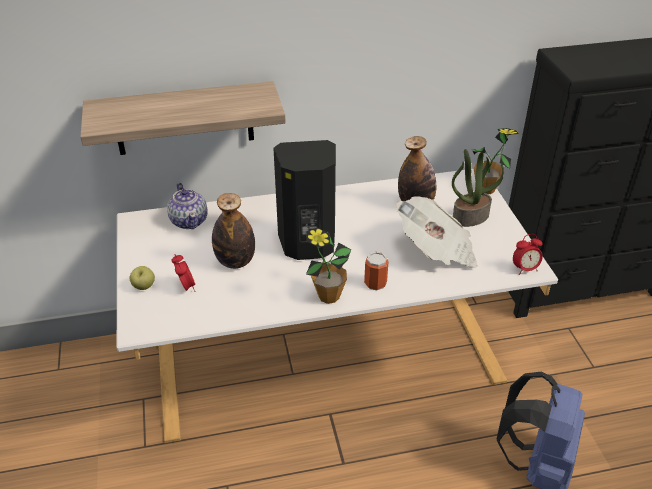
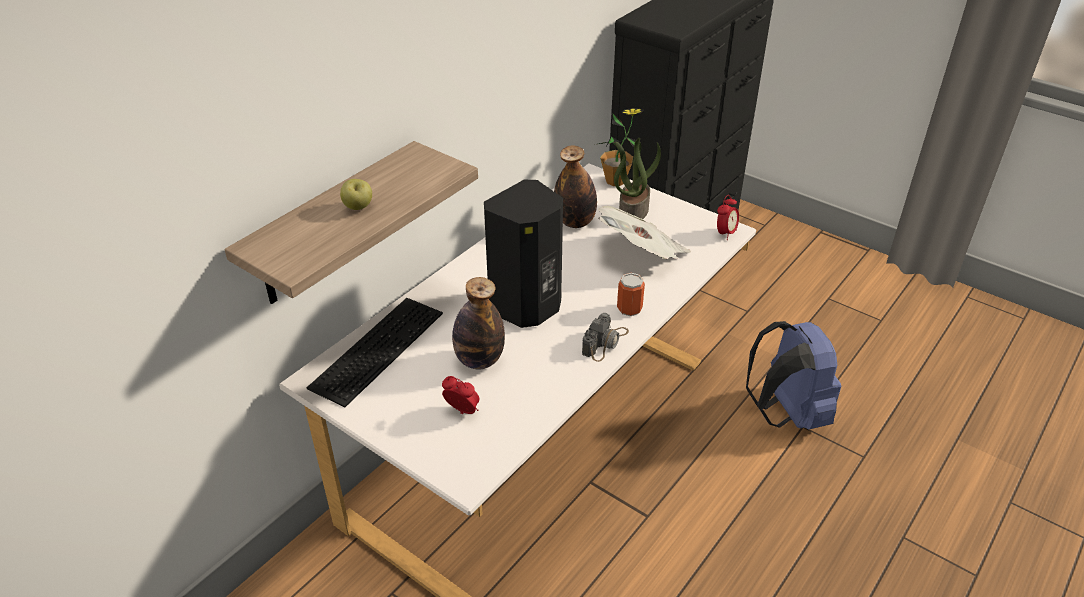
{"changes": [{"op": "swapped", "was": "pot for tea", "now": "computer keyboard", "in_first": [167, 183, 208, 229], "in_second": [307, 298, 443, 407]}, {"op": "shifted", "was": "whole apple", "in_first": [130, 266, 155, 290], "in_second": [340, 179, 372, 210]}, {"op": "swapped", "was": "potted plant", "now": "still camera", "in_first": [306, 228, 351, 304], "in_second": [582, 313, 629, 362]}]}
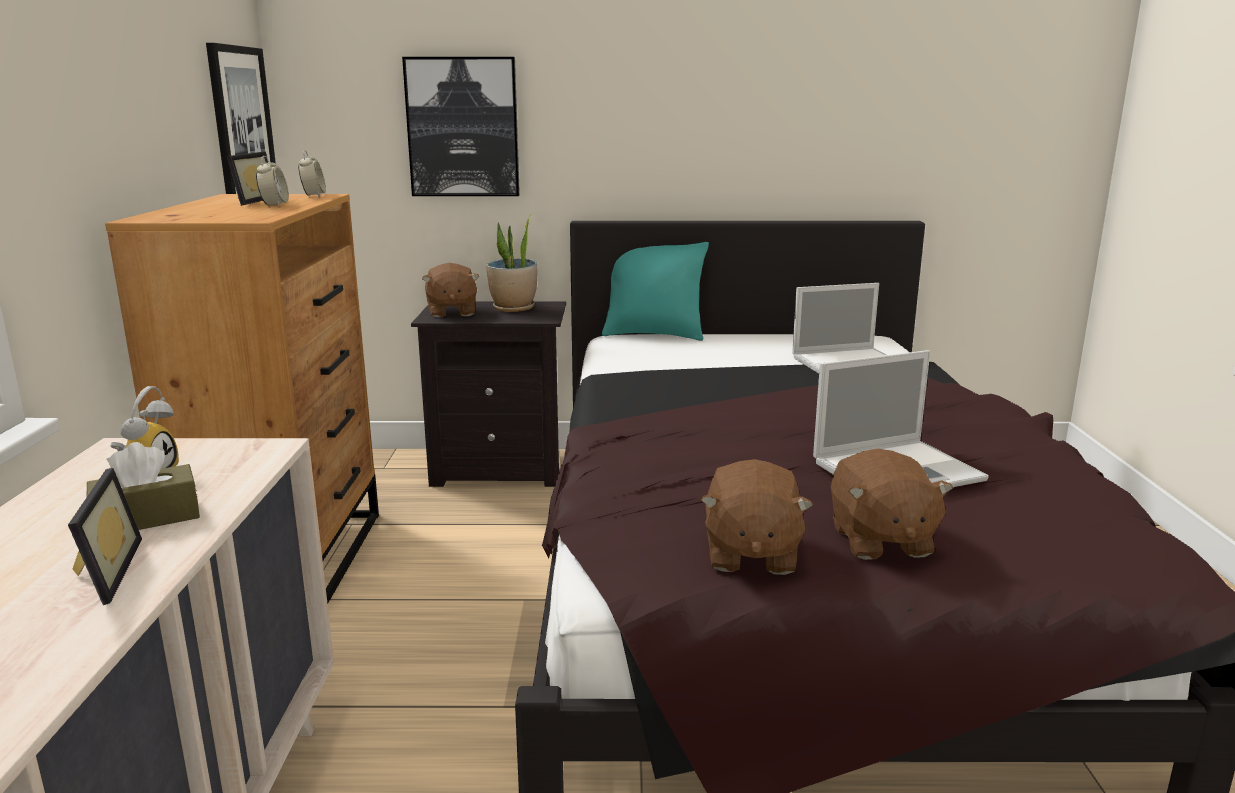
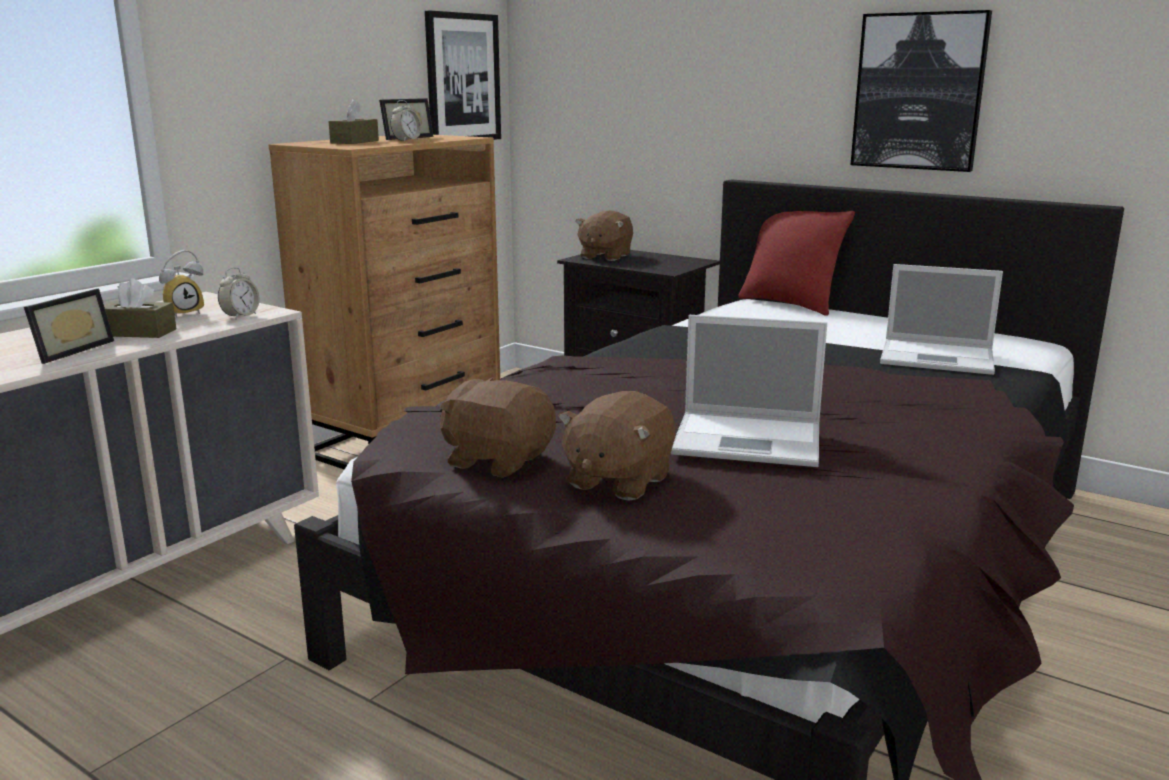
{"changes": [{"op": "shifted", "was": "bedside clock", "in_first": [298, 150, 326, 196], "in_second": [218, 267, 259, 320]}, {"op": "new", "now": "brownish tissue holder", "in_second": [328, 98, 379, 144]}, {"op": "rotated", "was": "brownish soft toy", "in_first": [701, 459, 813, 575], "in_second": [440, 377, 556, 478], "clockwise": 75}, {"op": "repainted", "was": "blue-green pillow", "now": "reddish pillow", "in_first": [602, 242, 709, 341], "in_second": [738, 211, 855, 316]}, {"op": "shifted", "was": "wall picture", "in_first": [402, 57, 520, 196], "in_second": [851, 10, 992, 172]}, {"op": "gone", "was": "potted plant", "in_first": [486, 214, 537, 312]}]}
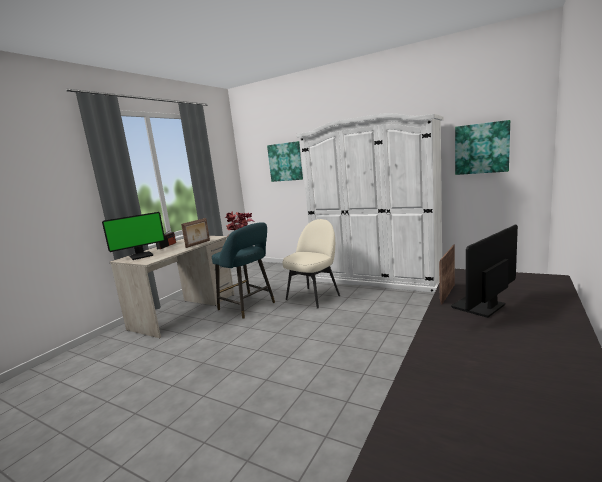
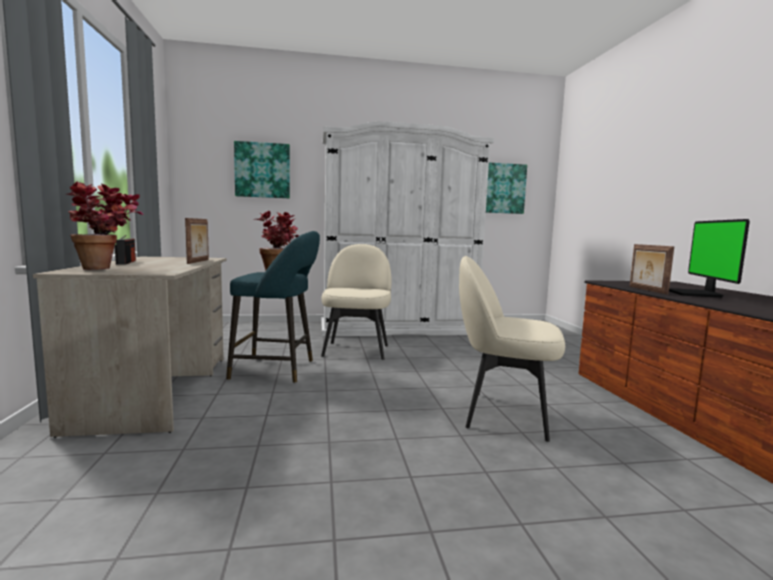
{"changes": [{"op": "swapped", "was": "computer display", "now": "potted plant", "in_first": [102, 212, 165, 260], "in_second": [67, 182, 144, 270]}, {"op": "new", "now": "beige plain chair", "in_second": [459, 256, 565, 442]}]}
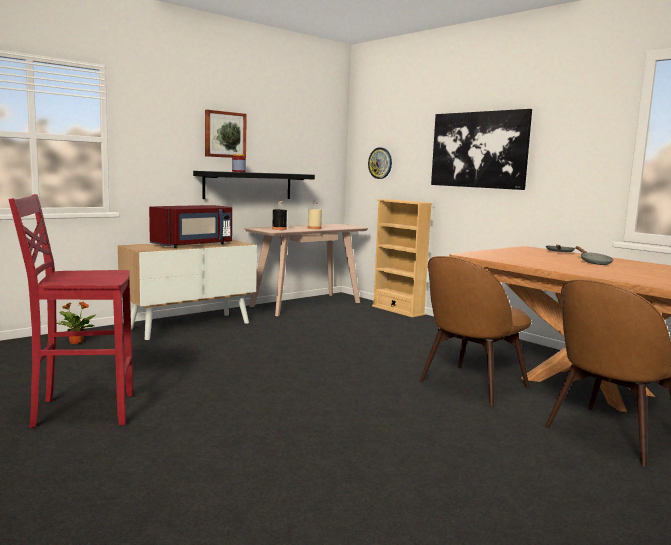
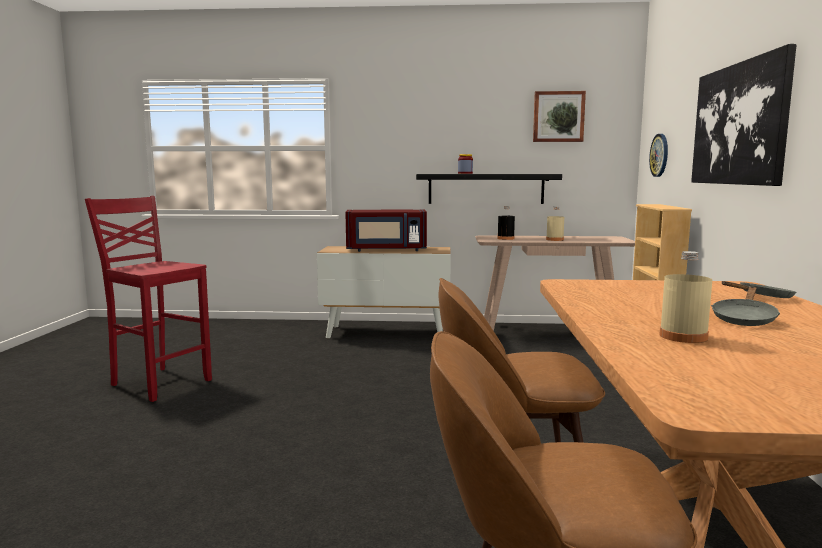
{"changes": [{"op": "shifted", "was": "wall picture", "in_first": [205, 110, 247, 158], "in_second": [533, 91, 586, 142]}, {"op": "new", "now": "beige beverage bottle", "in_second": [659, 251, 712, 343]}, {"op": "gone", "was": "potted plant", "in_first": [56, 301, 95, 344]}]}
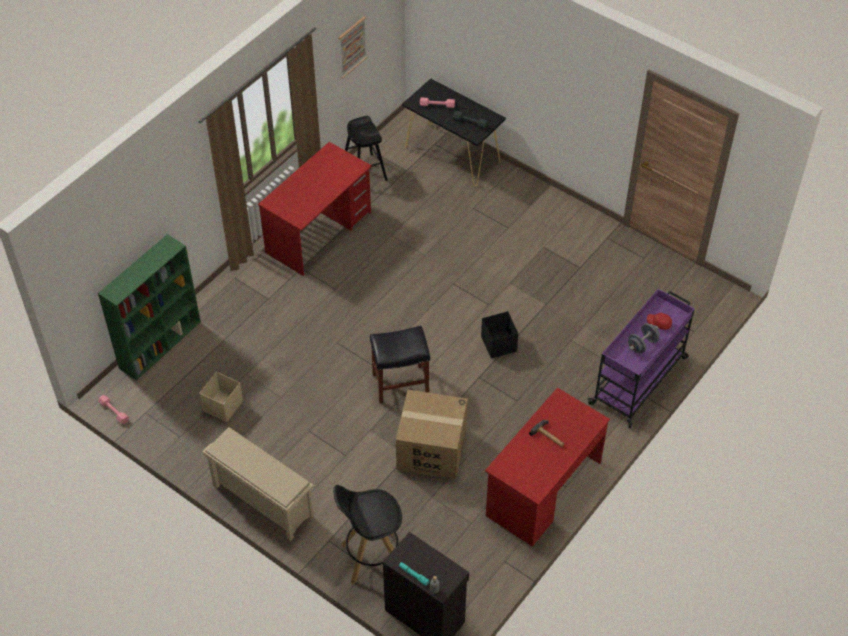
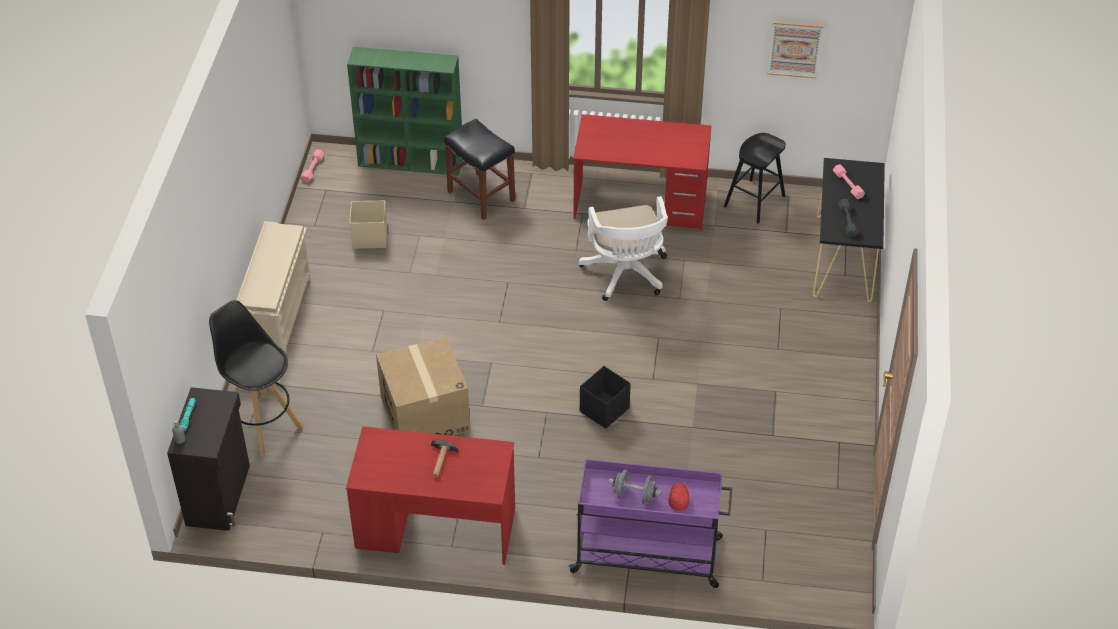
{"changes": [{"op": "shifted", "was": "black sitting stool", "in_first": [370, 326, 430, 404], "in_second": [444, 119, 515, 220]}, {"op": "new", "now": "whitish computer chair", "in_second": [579, 196, 668, 301]}]}
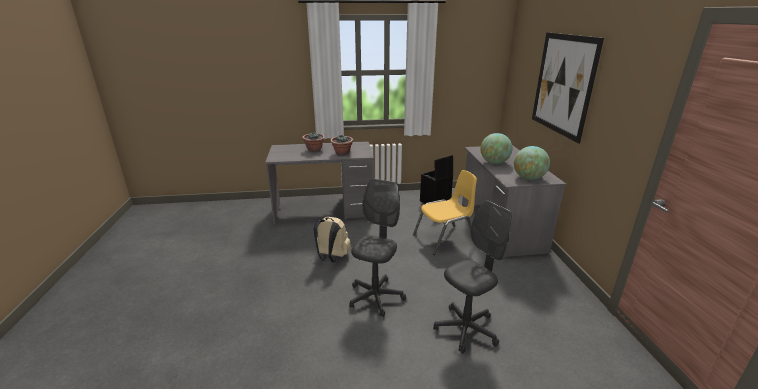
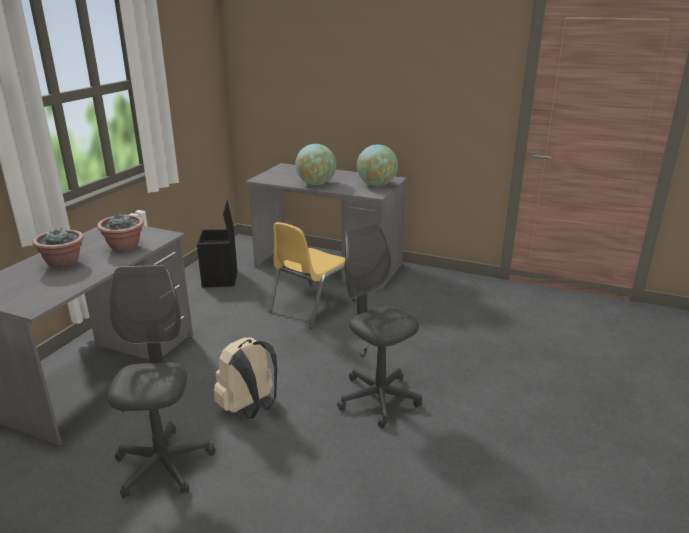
{"changes": [{"op": "shifted", "was": "gray computer chair", "in_first": [433, 200, 512, 354], "in_second": [107, 265, 215, 499]}, {"op": "rotated", "was": "yellow-coloured plain chair", "in_first": [413, 170, 477, 255], "in_second": [268, 222, 356, 329], "clockwise": -150}, {"op": "gone", "was": "wall picture", "in_first": [532, 32, 604, 143]}]}
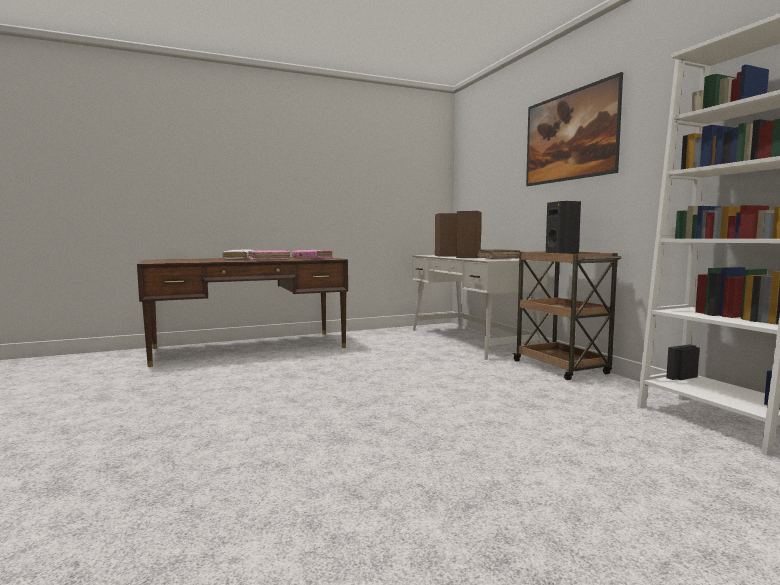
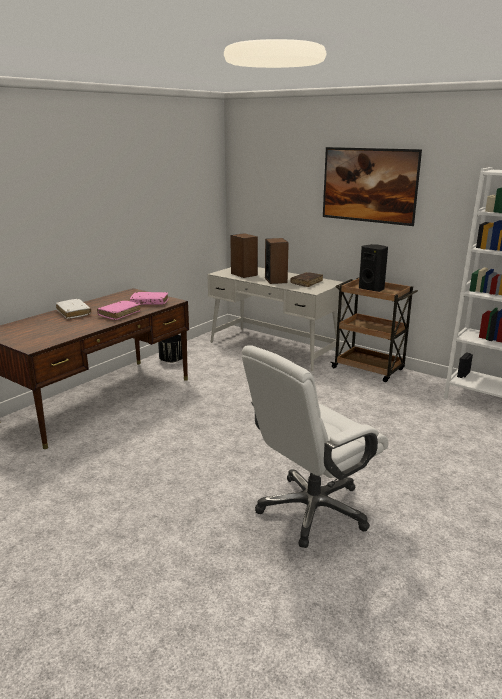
{"changes": [{"op": "new", "now": "black flower pot", "in_second": [158, 335, 183, 363]}, {"op": "new", "now": "whitish computer chair", "in_second": [242, 345, 389, 548]}]}
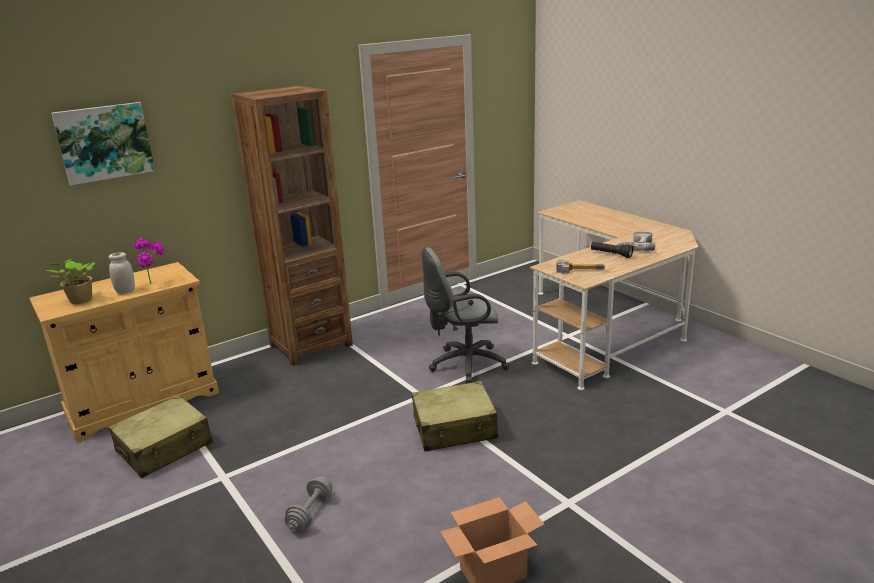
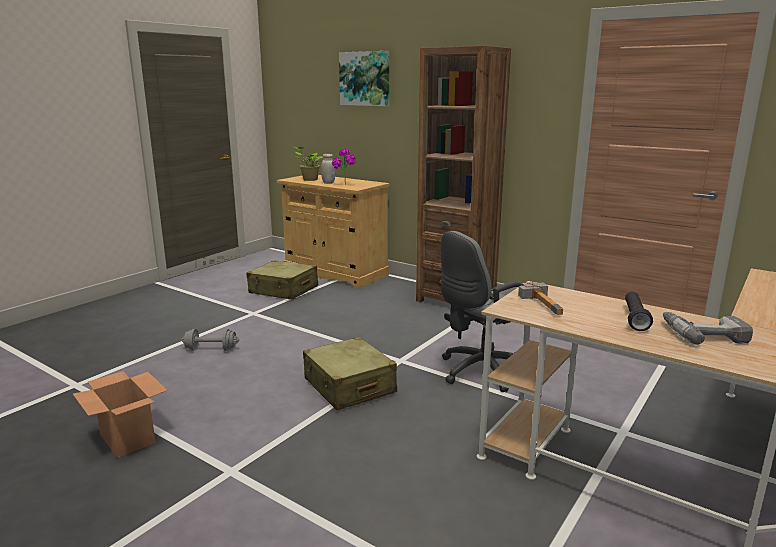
{"changes": [{"op": "rotated", "was": "gray computer chair", "in_first": [422, 247, 510, 383], "in_second": [441, 231, 522, 392], "clockwise": -90}]}
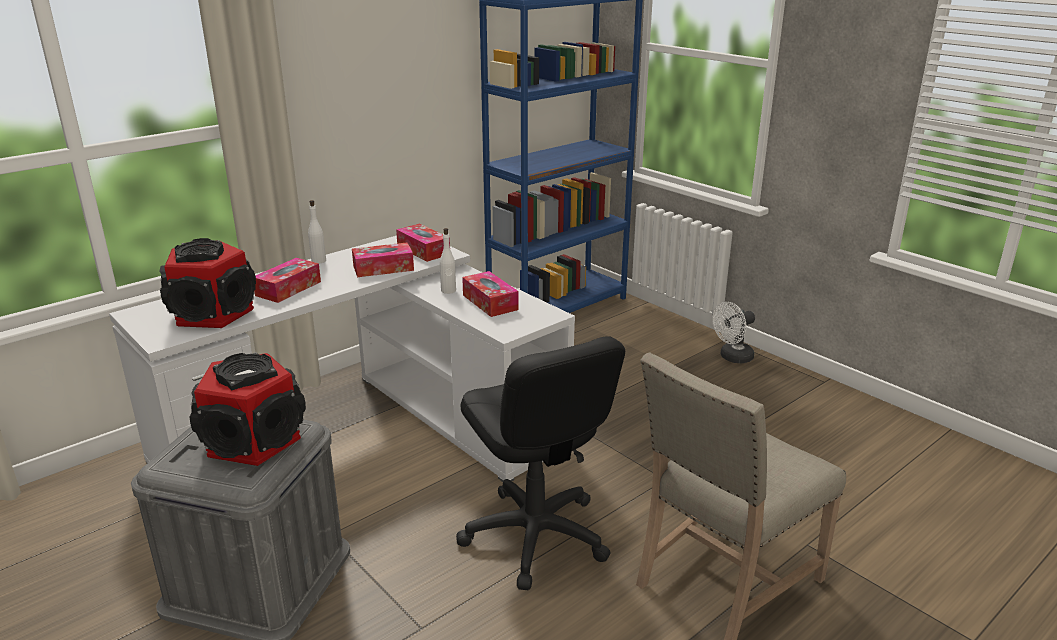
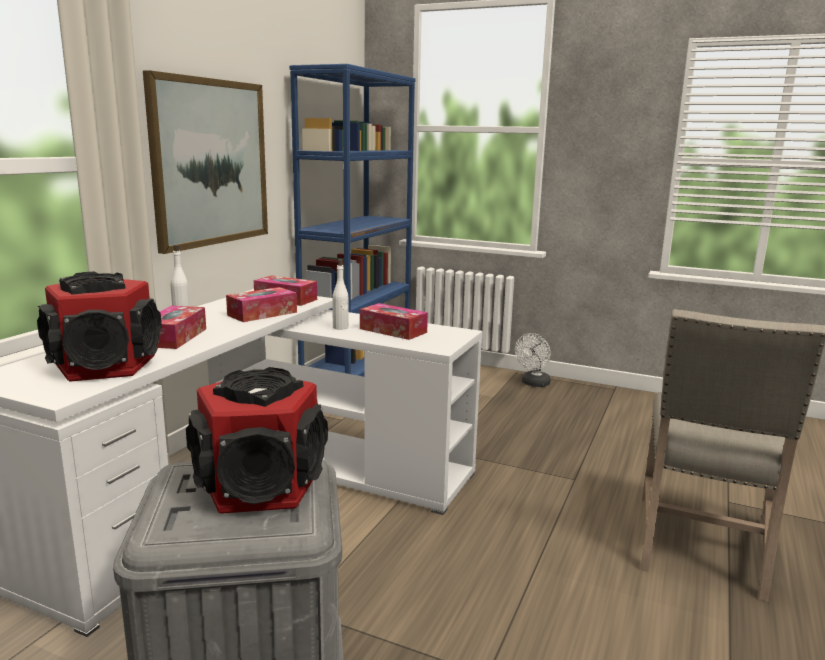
{"changes": [{"op": "new", "now": "wall picture", "in_second": [143, 70, 268, 254]}, {"op": "gone", "was": "black computer chair", "in_first": [456, 336, 625, 590]}]}
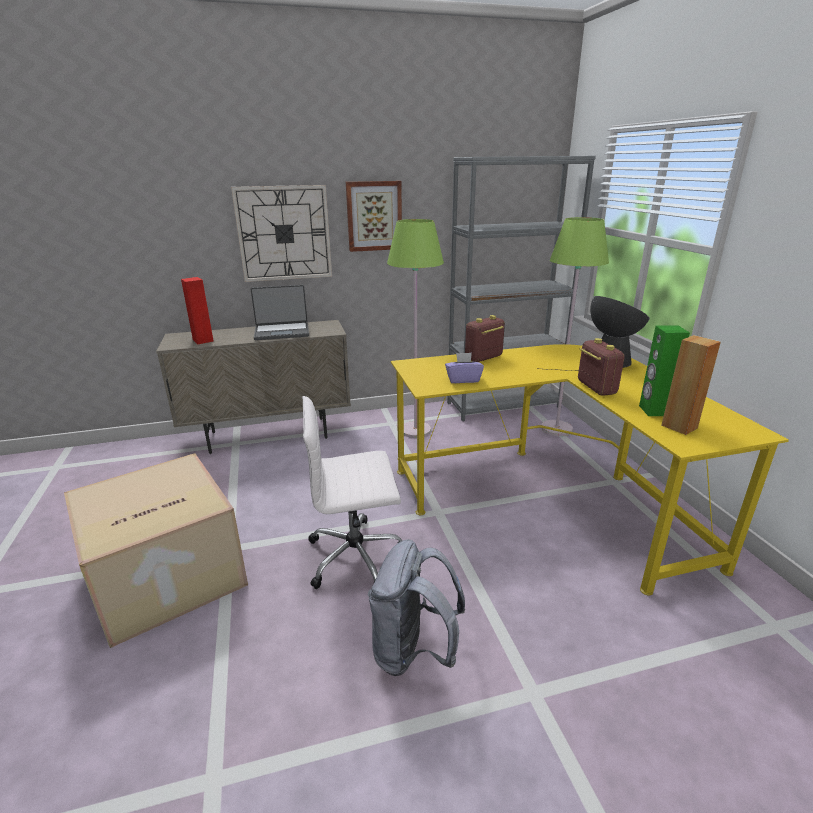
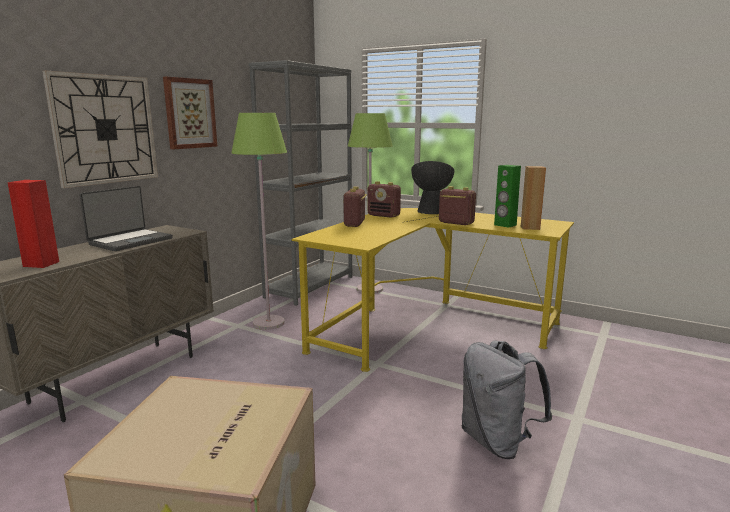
{"changes": [{"op": "new", "now": "radio", "in_second": [368, 181, 401, 218]}, {"op": "gone", "was": "whitish computer chair", "in_first": [302, 396, 403, 589]}, {"op": "gone", "was": "purple tissue holder", "in_first": [445, 352, 484, 383]}]}
